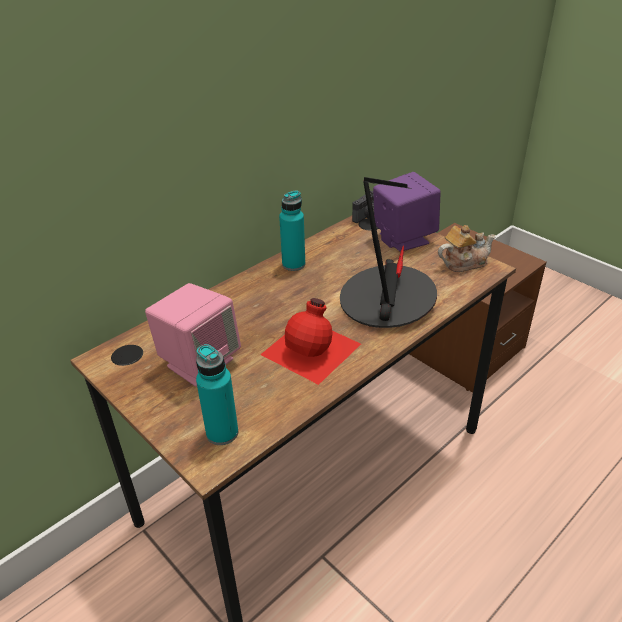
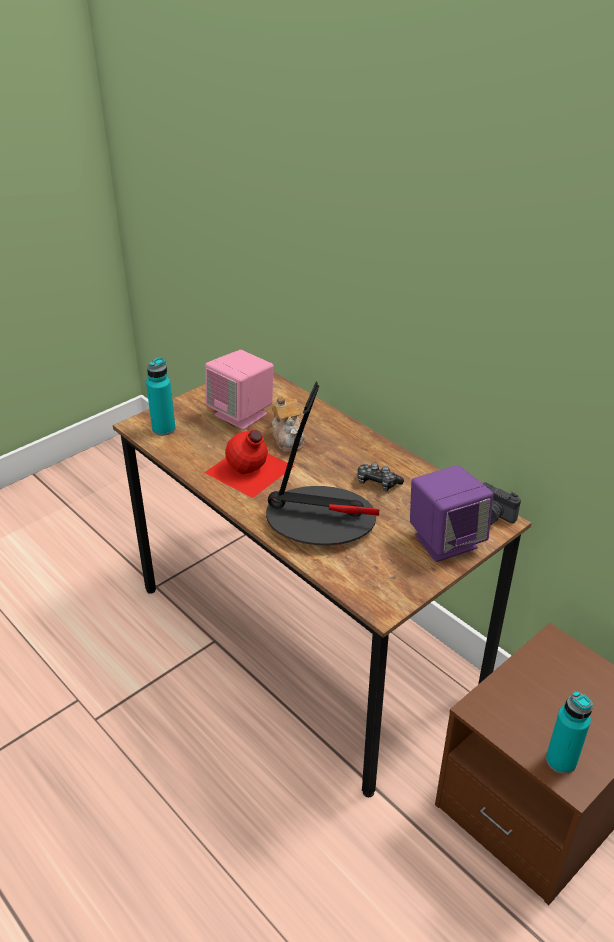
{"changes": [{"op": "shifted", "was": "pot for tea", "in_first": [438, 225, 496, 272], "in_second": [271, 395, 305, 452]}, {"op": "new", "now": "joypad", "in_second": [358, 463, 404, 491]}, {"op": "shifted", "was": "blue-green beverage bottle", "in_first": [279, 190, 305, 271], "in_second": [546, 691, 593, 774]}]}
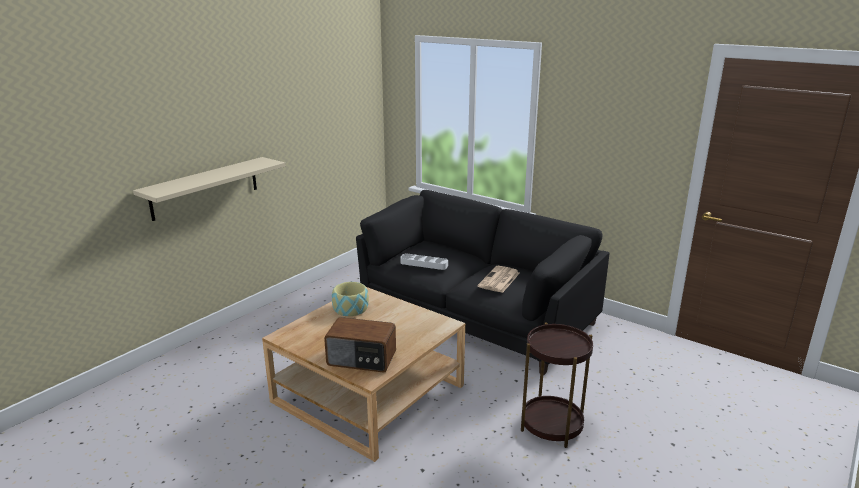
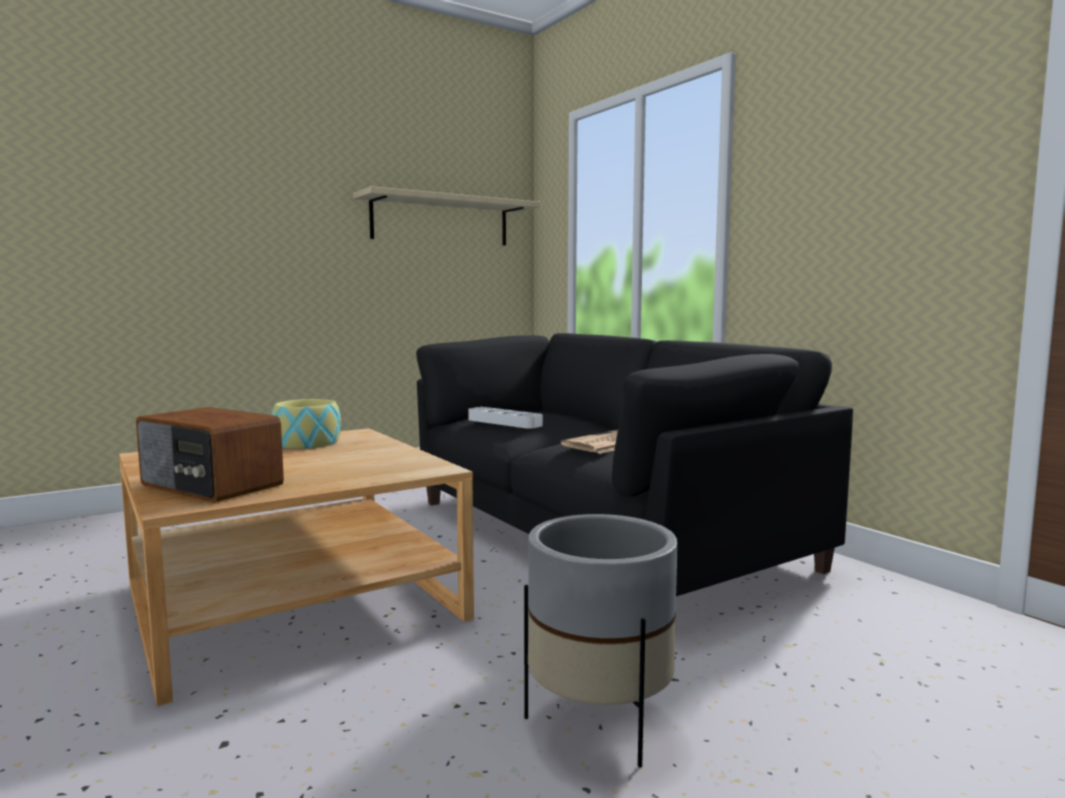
{"changes": [{"op": "shifted", "was": "beige wall shelf", "in_first": [133, 157, 285, 221], "in_second": [353, 186, 541, 246]}, {"op": "swapped", "was": "brownish side table", "now": "gray flower pot", "in_first": [521, 322, 593, 448], "in_second": [524, 514, 678, 768]}]}
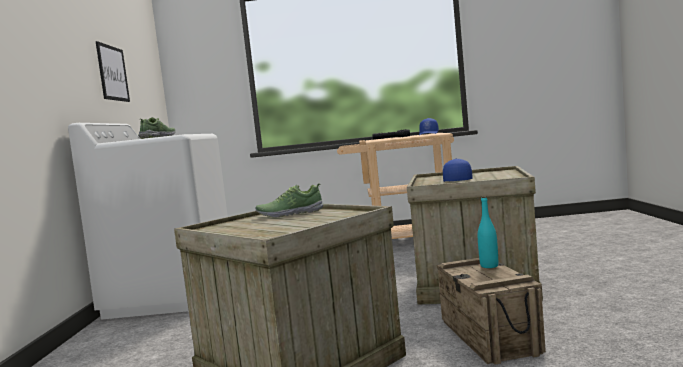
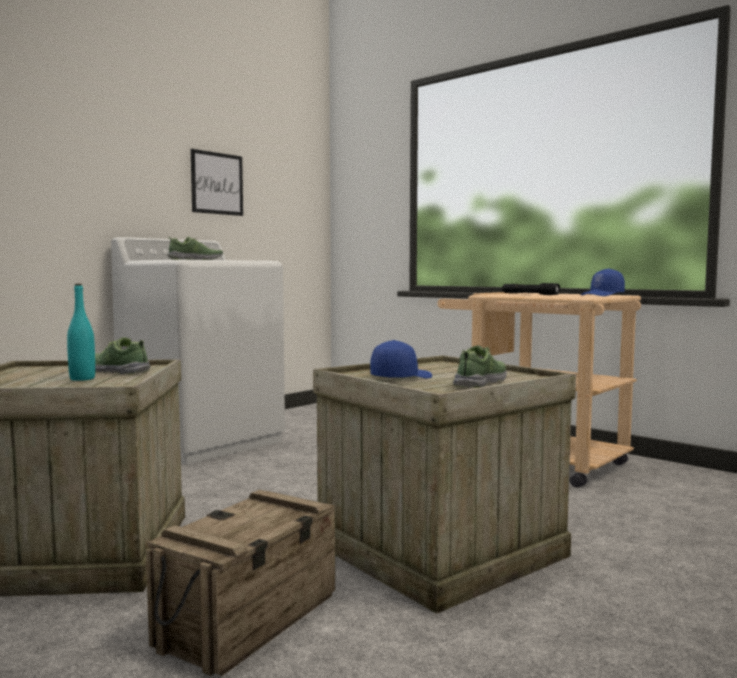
{"changes": [{"op": "shifted", "was": "blue-green beverage bottle", "in_first": [478, 196, 498, 268], "in_second": [67, 284, 95, 381]}, {"op": "new", "now": "low shoe", "in_second": [453, 345, 507, 388]}]}
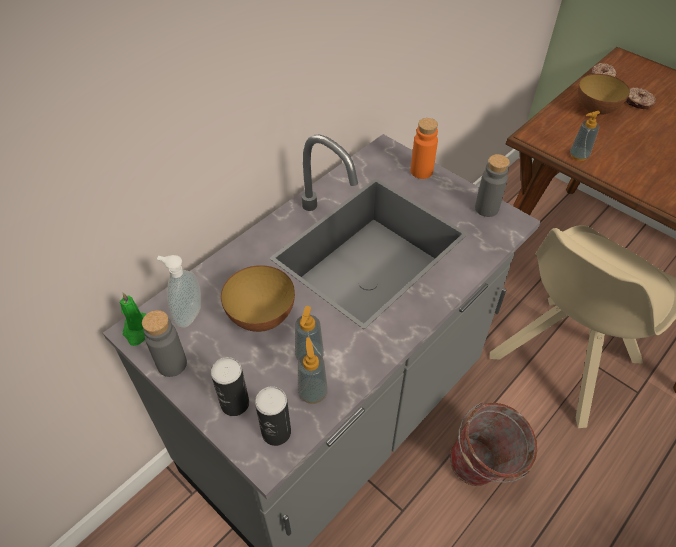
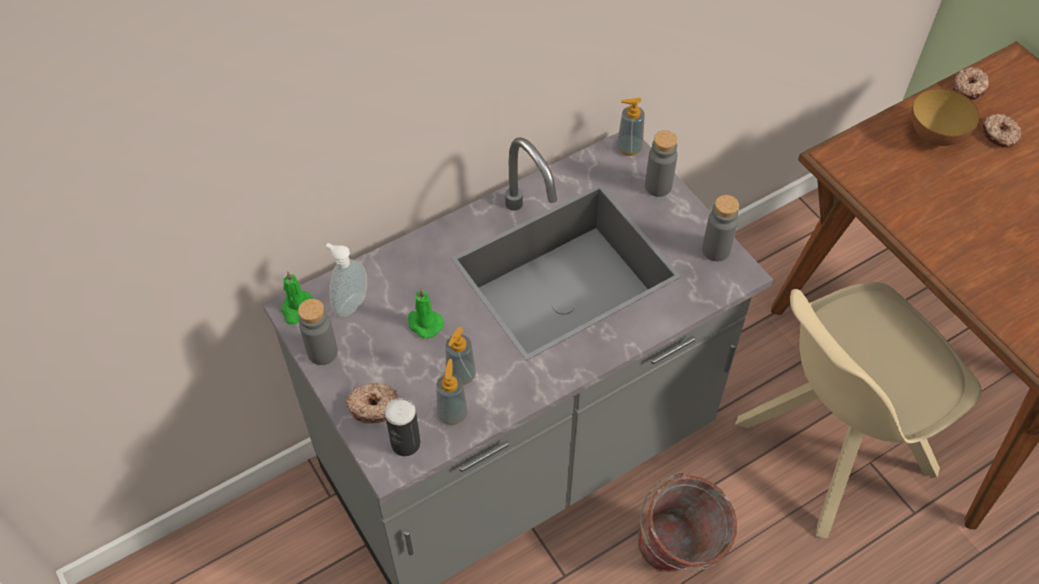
{"changes": [{"op": "swapped", "was": "metal can", "now": "doughnut", "in_first": [211, 357, 249, 416], "in_second": [346, 383, 398, 423]}, {"op": "swapped", "was": "bowl", "now": "greenish candle", "in_first": [221, 265, 295, 332], "in_second": [408, 288, 444, 338]}, {"op": "shifted", "was": "soap dispenser", "in_first": [570, 111, 600, 161], "in_second": [617, 98, 645, 156]}, {"op": "repainted", "was": "orange beverage bottle", "now": "gray beverage bottle", "in_first": [411, 118, 438, 179], "in_second": [645, 130, 677, 197]}]}
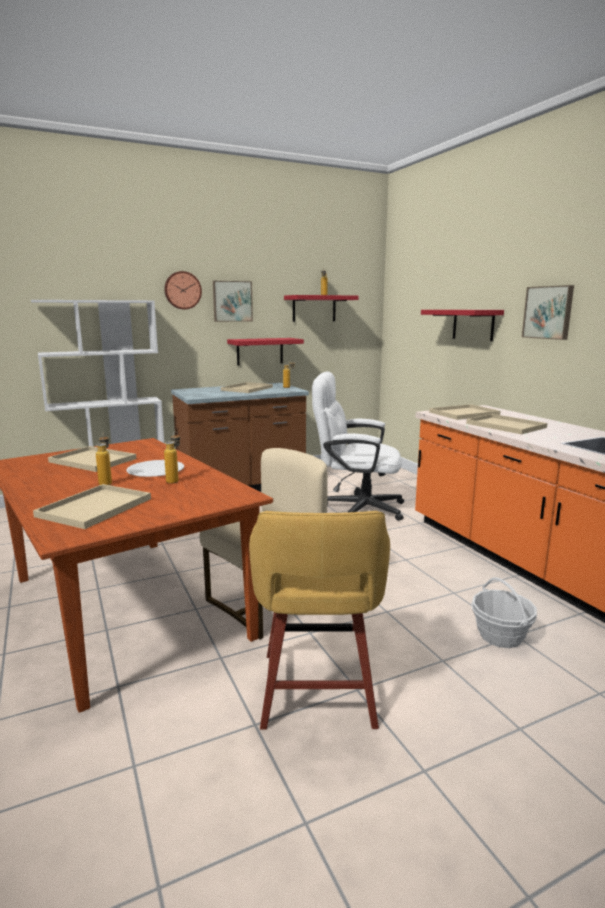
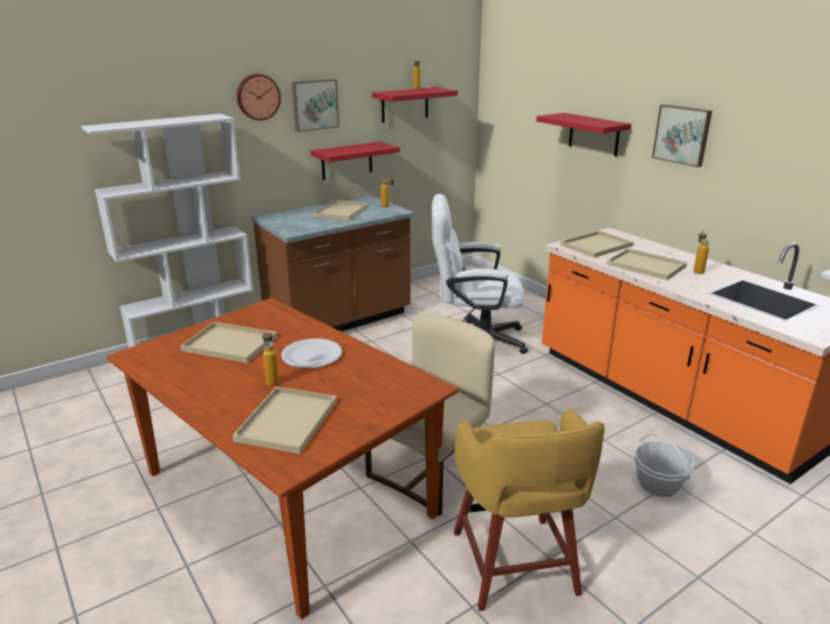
{"changes": [{"op": "shifted", "was": "beverage bottle", "in_first": [164, 431, 180, 484], "in_second": [693, 230, 709, 274]}]}
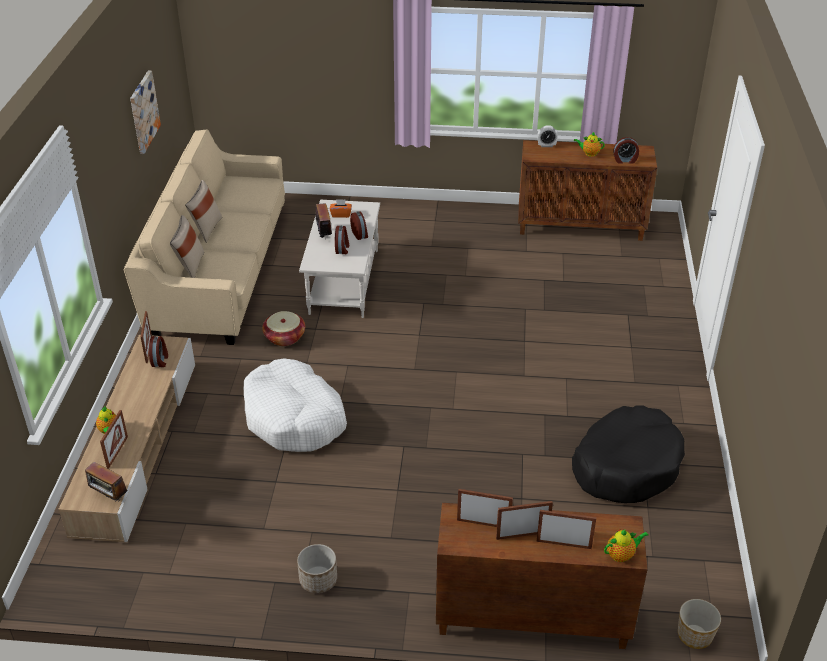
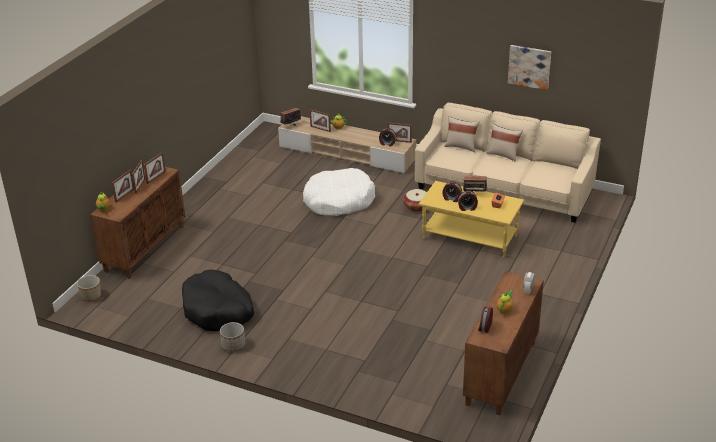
{"changes": [{"op": "shifted", "was": "flower pot", "in_first": [297, 544, 337, 593], "in_second": [220, 322, 245, 352]}, {"op": "repainted", "was": "whitish coffee table", "now": "yellow-coloured coffee table", "in_first": [299, 200, 380, 318], "in_second": [419, 181, 524, 258]}]}
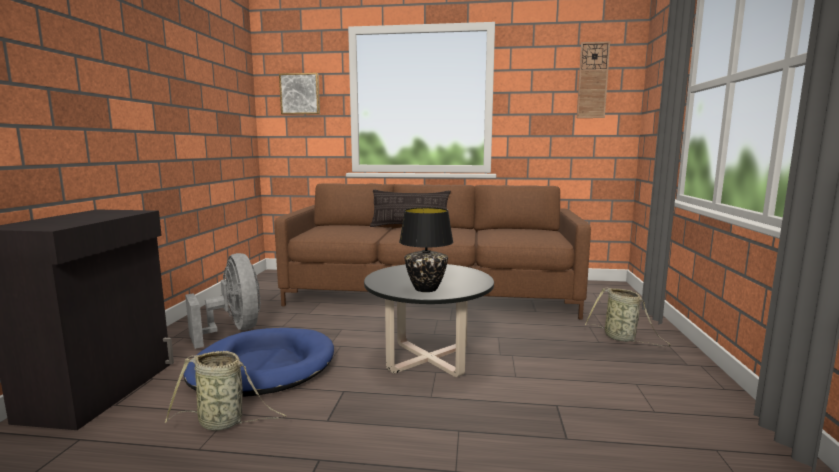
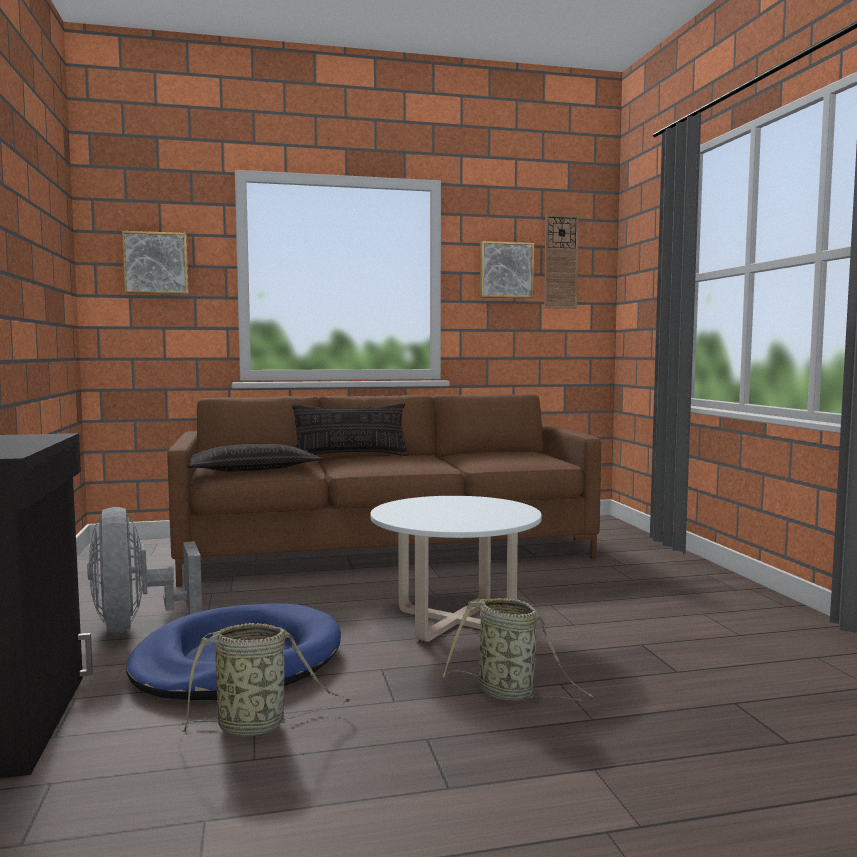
{"changes": [{"op": "rotated", "was": "gray electric fan", "in_first": [185, 253, 261, 349], "in_second": [87, 507, 202, 633], "clockwise": -150}, {"op": "new", "now": "pillow", "in_second": [187, 444, 323, 471]}, {"op": "repainted", "was": "black coffee table", "now": "whitish coffee table", "in_first": [364, 264, 494, 377], "in_second": [370, 496, 542, 642]}, {"op": "shifted", "was": "household basket", "in_first": [585, 288, 670, 346], "in_second": [442, 598, 594, 701]}, {"op": "new", "now": "wall picture", "in_second": [480, 241, 534, 298]}, {"op": "gone", "was": "black tabletop lamp", "in_first": [399, 207, 453, 292]}]}
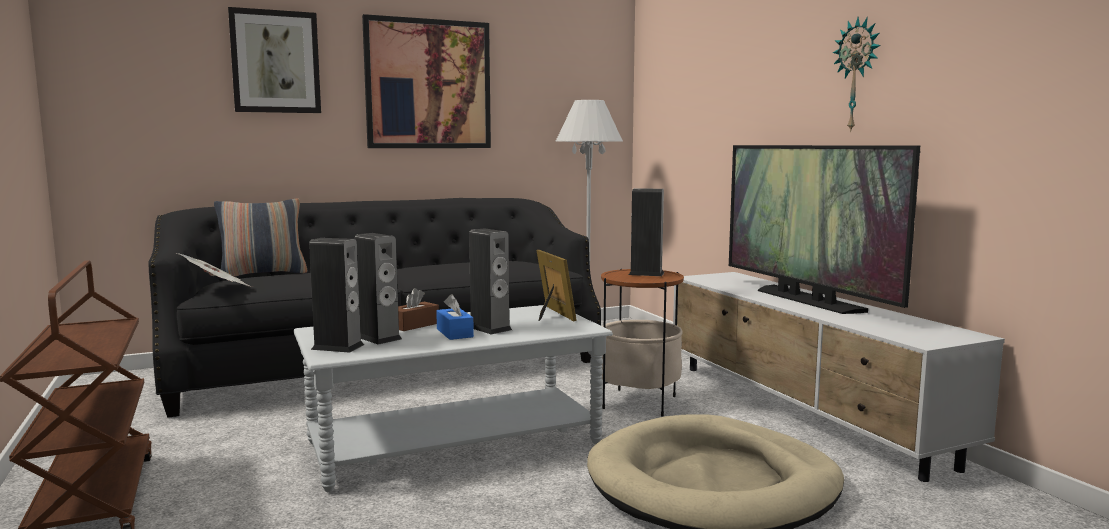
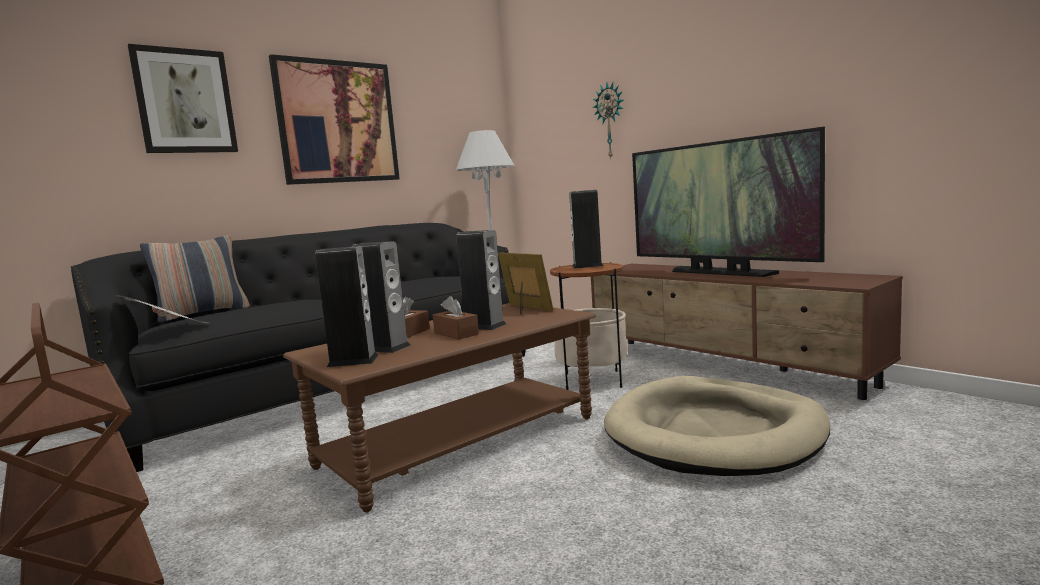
{"changes": [{"op": "repainted", "was": "gray coffee table", "now": "brownish coffee table", "in_first": [293, 305, 613, 492], "in_second": [283, 303, 596, 513]}, {"op": "repainted", "was": "blue-coloured tissue holder", "now": "brownish tissue holder", "in_first": [436, 294, 474, 340], "in_second": [432, 296, 479, 339]}, {"op": "repainted", "was": "whitish media console", "now": "brownish media console", "in_first": [673, 272, 1005, 482], "in_second": [591, 264, 903, 400]}, {"op": "shifted", "was": "hanging clock", "in_first": [833, 17, 881, 132], "in_second": [593, 83, 623, 160]}]}
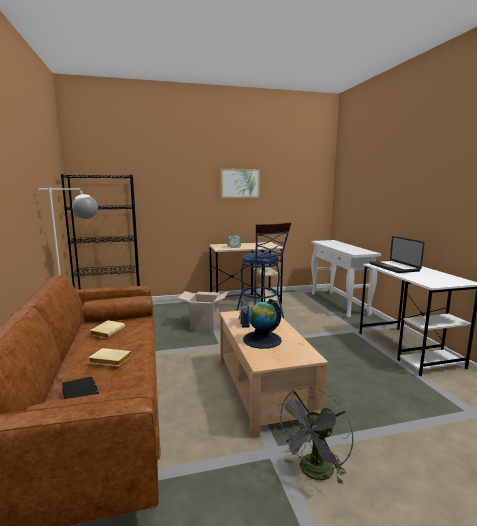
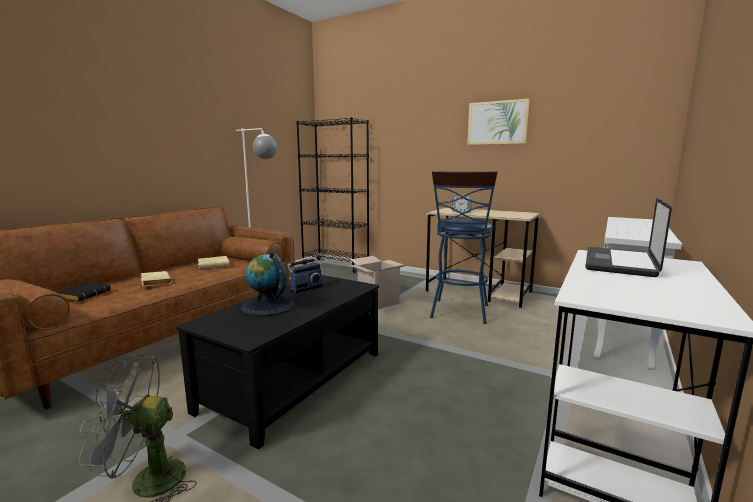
{"changes": [{"op": "repainted", "was": "beige coffee table", "now": "black coffee table", "in_first": [220, 310, 328, 438], "in_second": [176, 275, 379, 450]}]}
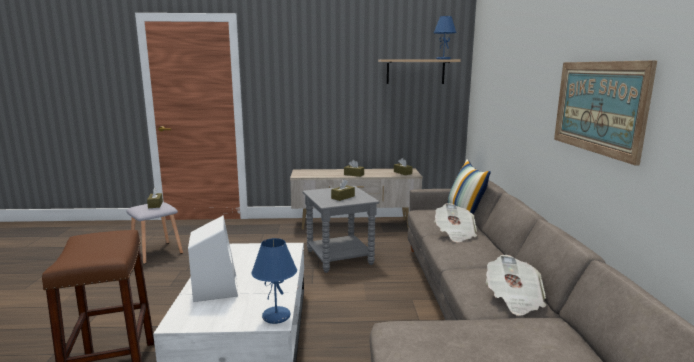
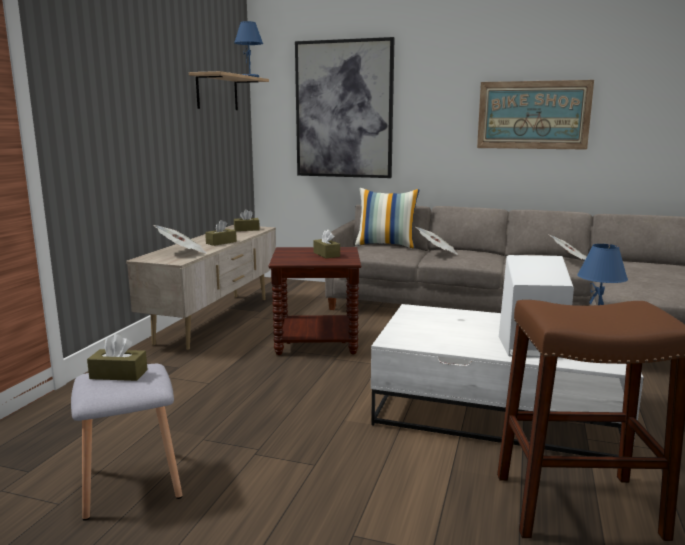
{"changes": [{"op": "new", "now": "newspaper", "in_second": [153, 225, 207, 254]}, {"op": "repainted", "was": "gray side table", "now": "brownish side table", "in_first": [302, 186, 380, 273], "in_second": [268, 247, 361, 355]}, {"op": "new", "now": "wall picture", "in_second": [295, 37, 395, 178]}]}
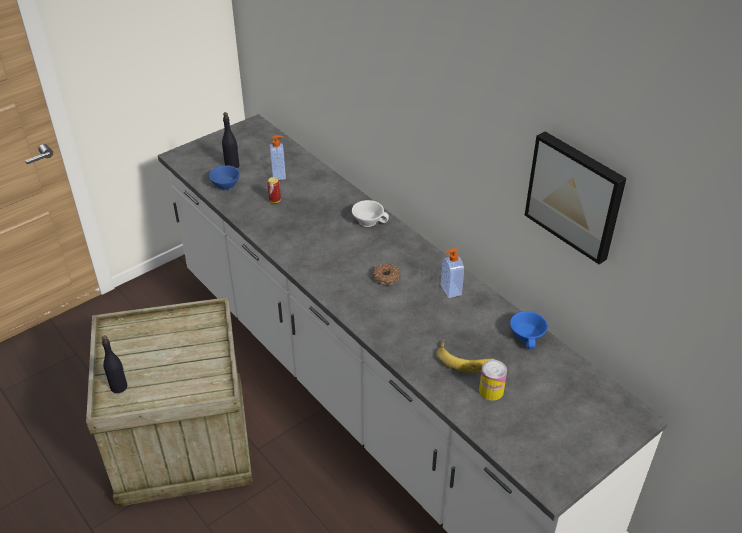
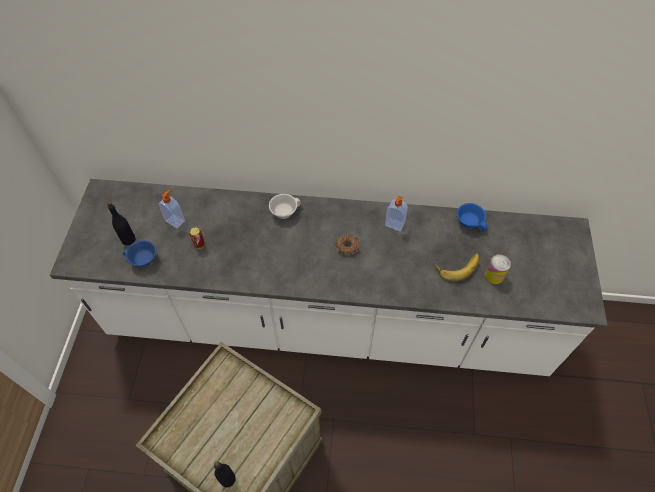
{"changes": [{"op": "gone", "was": "wall picture", "in_first": [525, 131, 627, 264]}]}
